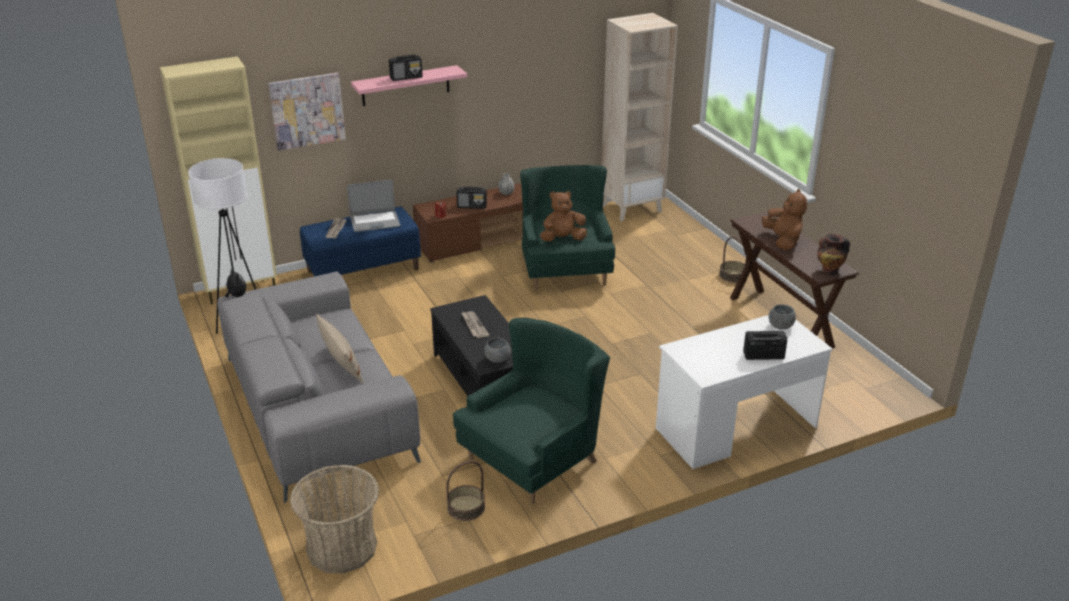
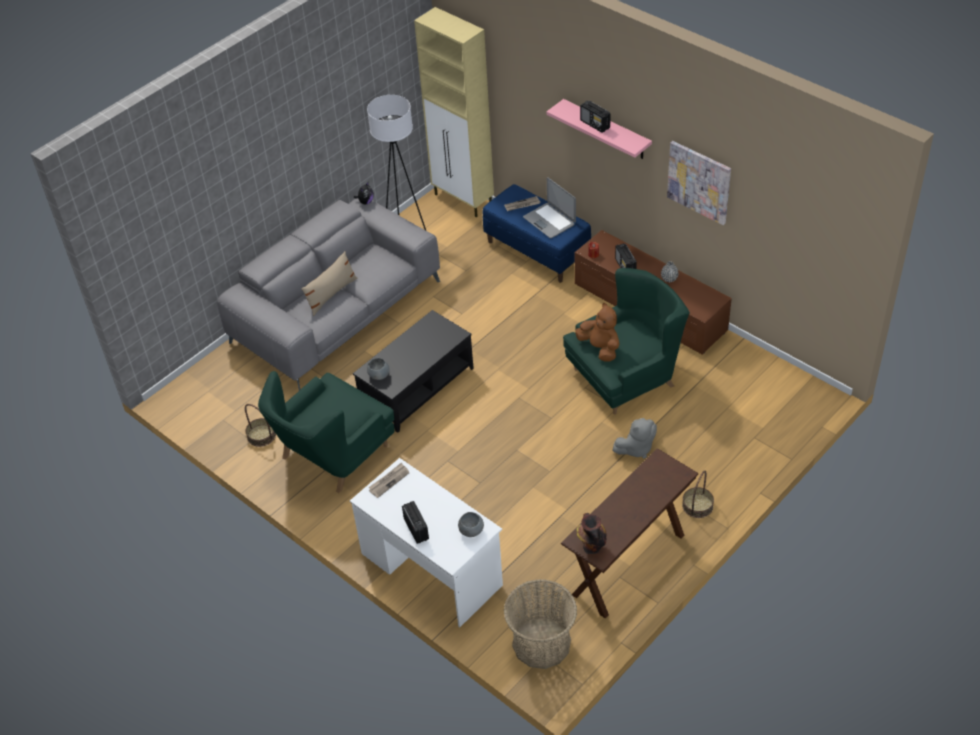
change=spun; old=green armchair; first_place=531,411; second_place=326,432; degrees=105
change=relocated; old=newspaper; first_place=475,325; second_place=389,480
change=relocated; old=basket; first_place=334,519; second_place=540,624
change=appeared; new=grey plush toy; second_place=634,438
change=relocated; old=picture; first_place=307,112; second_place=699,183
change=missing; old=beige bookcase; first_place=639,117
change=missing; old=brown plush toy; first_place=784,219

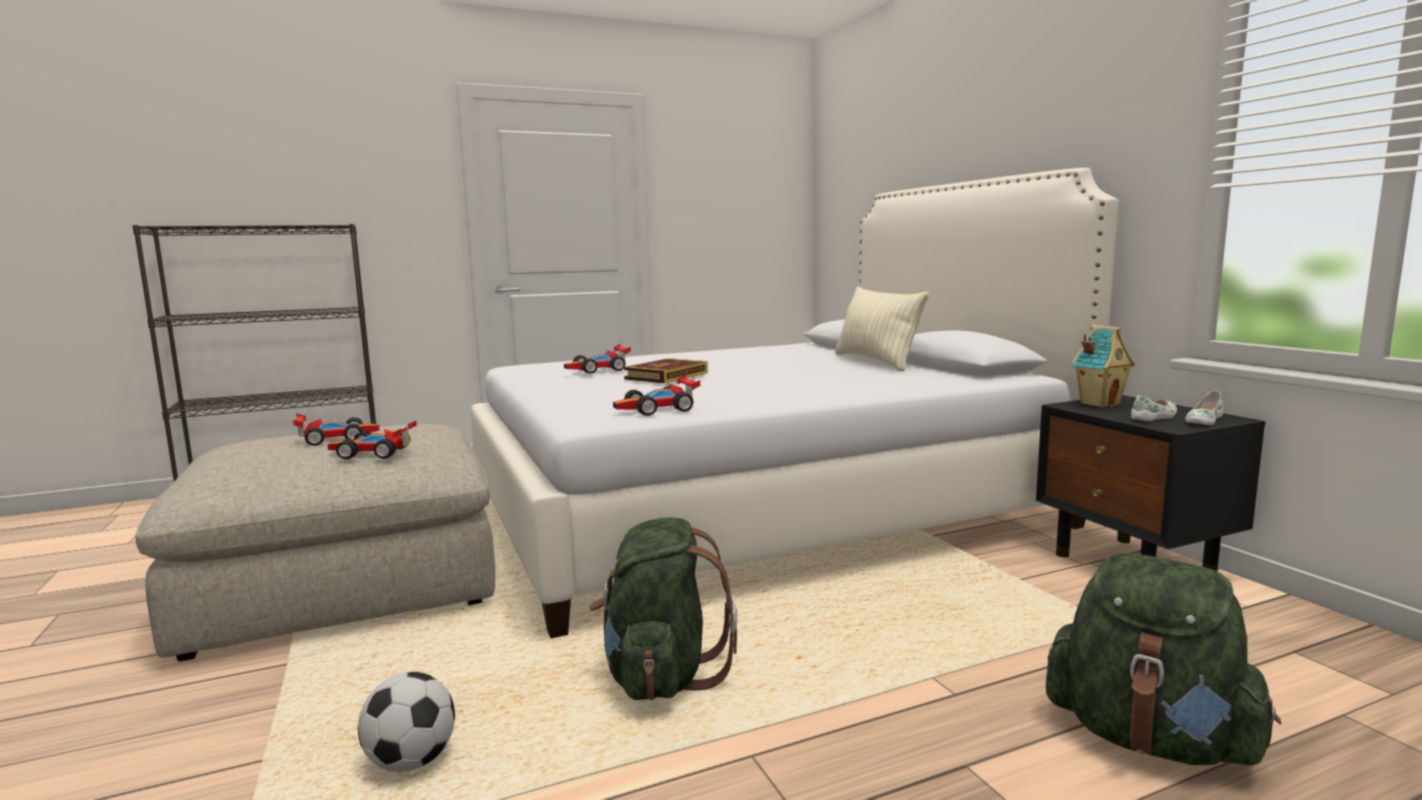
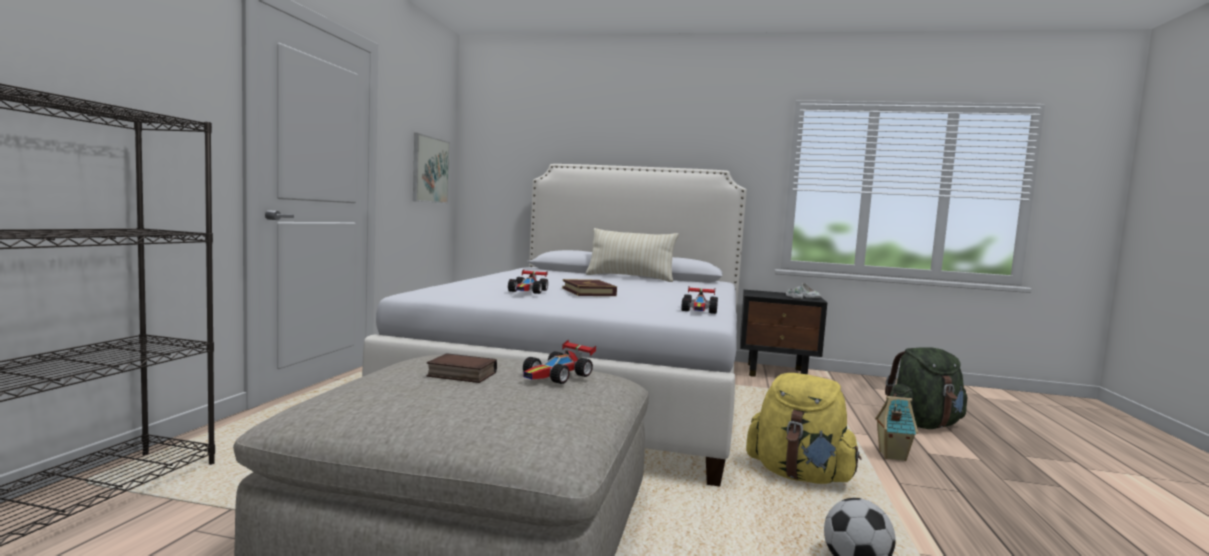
change=appeared; new=picture; second_place=431,168
change=exchanged; old=toy car; new=book; first_place=336,429; second_place=461,368
change=colour; old=green backpack; new=yellow backpack; first_place=663,608; second_place=804,428
change=relocated; old=toy house; first_place=1103,366; second_place=896,428

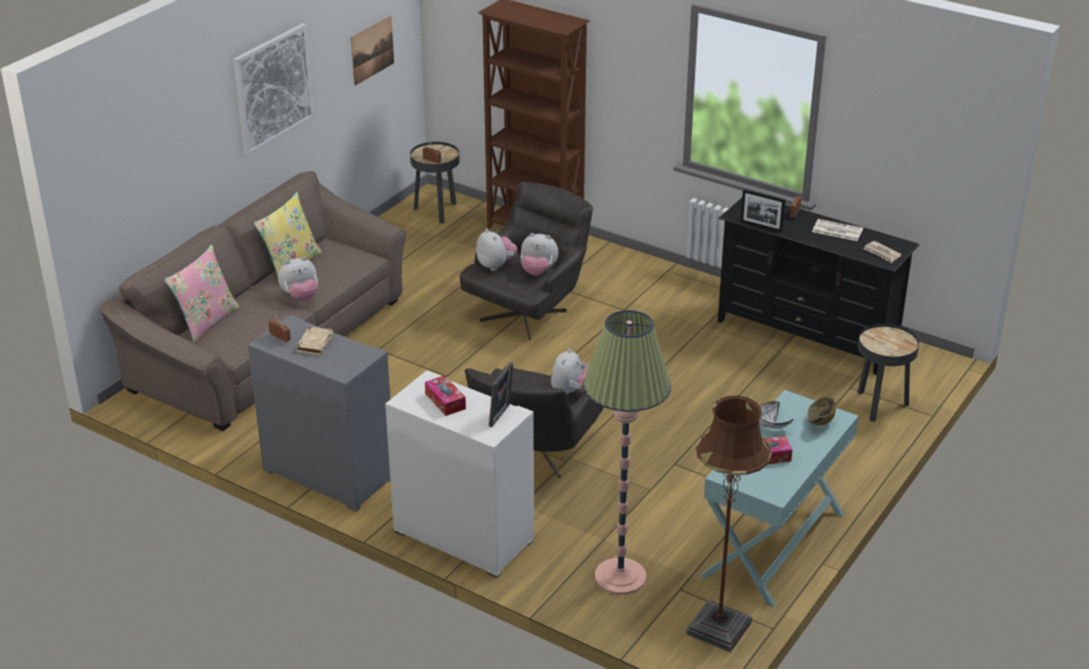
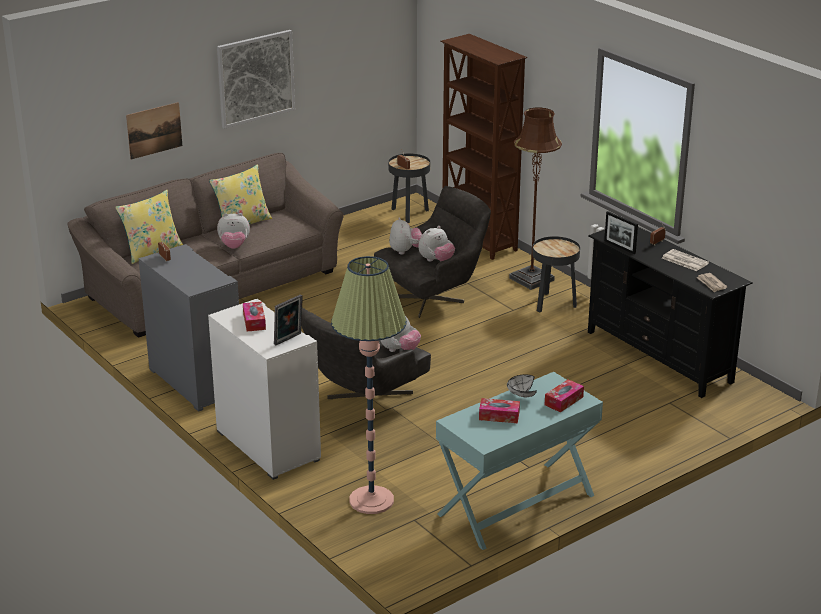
change=colour; old=pink pillow; new=yellow pillow; first_place=202,294; second_place=149,227
change=relocated; old=picture; first_place=372,51; second_place=154,130
change=spun; old=plush toy; first_place=540,254; second_place=436,244; degrees=-75
change=relocated; old=brown floor lamp; first_place=729,524; second_place=535,198
change=relocated; old=black side table; first_place=888,373; second_place=556,274
change=exchanged; old=bowl; new=tissue box; first_place=821,411; second_place=564,396
change=missing; old=beige book; first_place=315,341

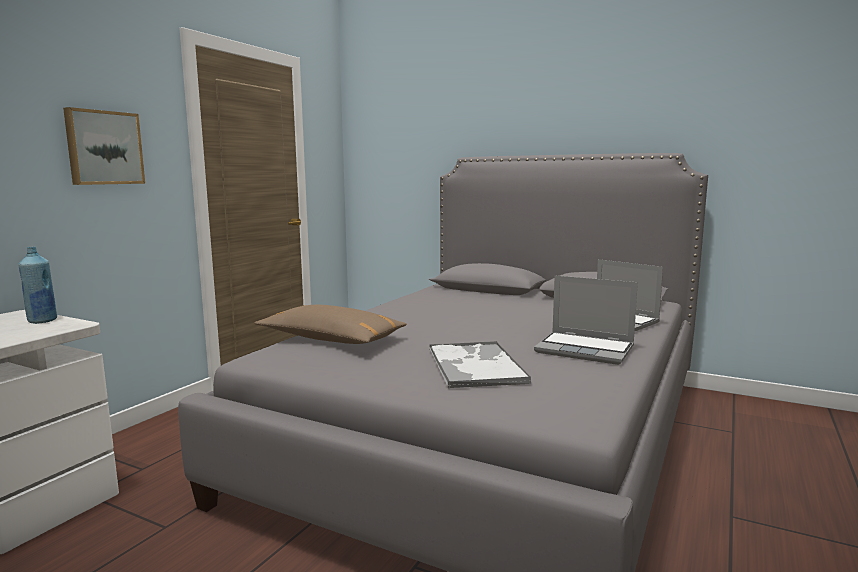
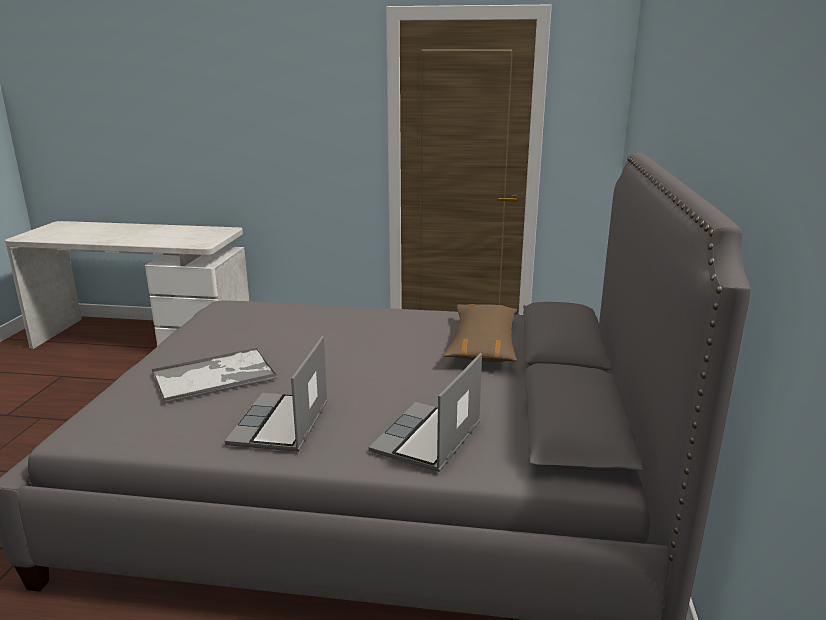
change=relocated; old=brown pillow; first_place=331,324; second_place=480,333
change=missing; old=blue bottle; first_place=37,285
change=missing; old=picture; first_place=104,146

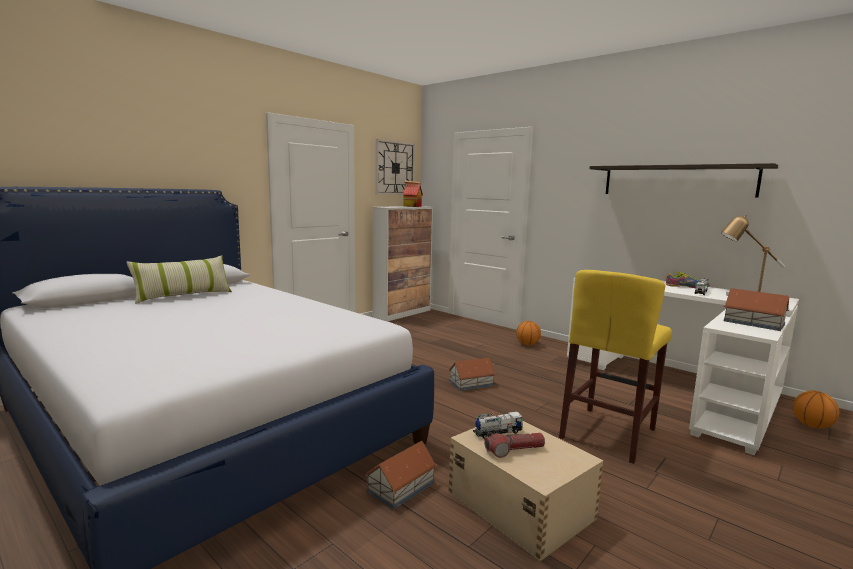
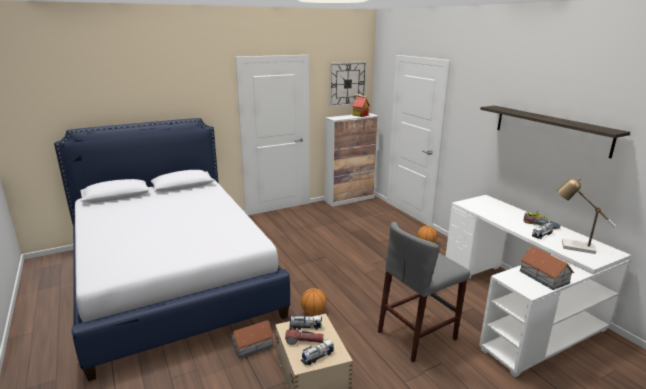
change=relocated; old=basketball; first_place=816,410; second_place=314,301
change=appeared; new=toy truck; second_place=317,352
change=colour; old=yellow stool; new=grey stool; first_place=615,367; second_place=424,292
change=missing; old=pillow; first_place=179,279
change=missing; old=toy house; first_place=472,374

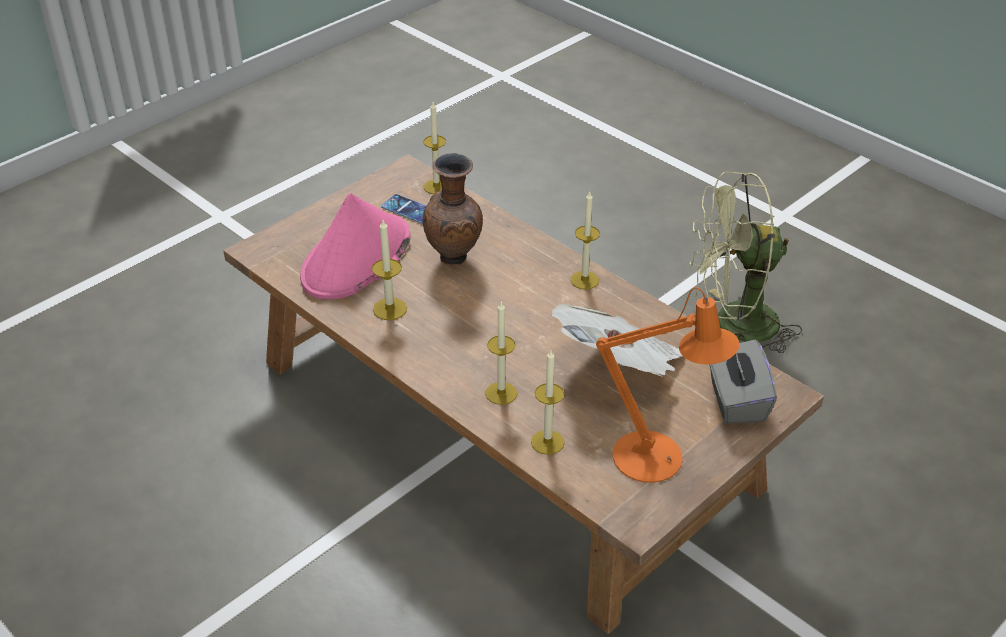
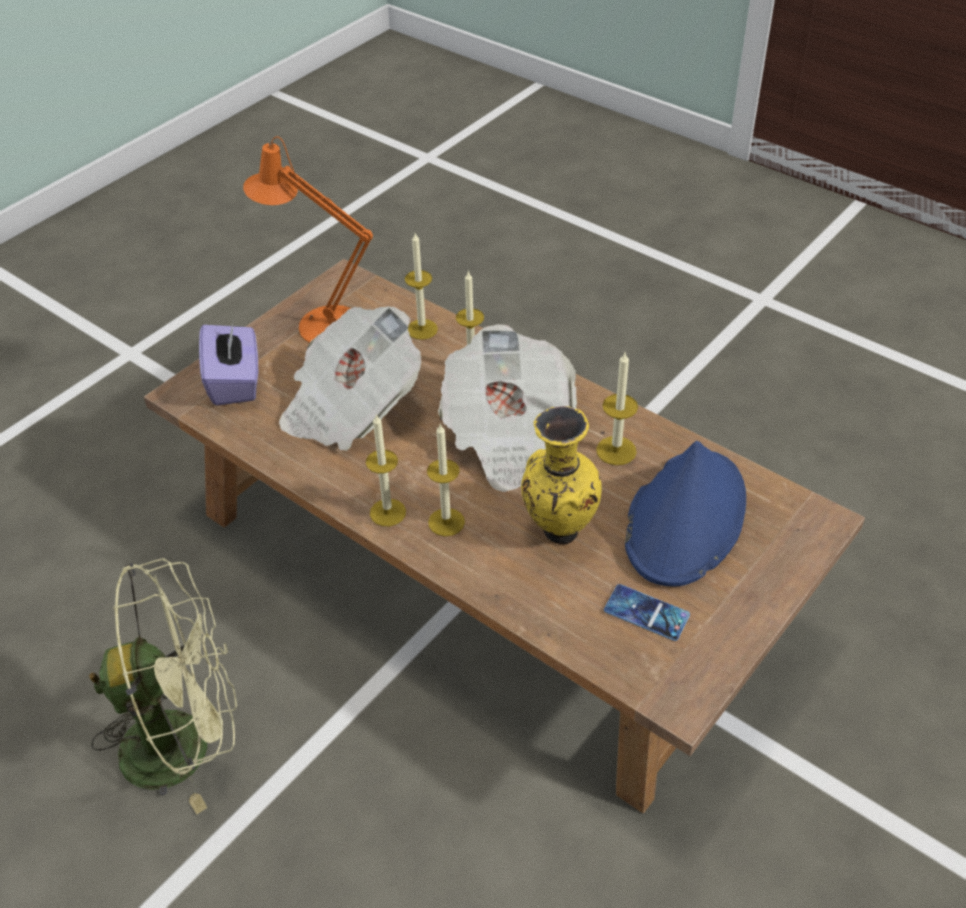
change=colour; old=grey tissue box; new=purple tissue box; first_place=743,382; second_place=228,363
change=relocated; old=candle; first_place=434,148; second_place=446,480
change=appeared; new=newspaper; second_place=507,408
change=colour; old=brown vase; new=yellow vase; first_place=453,209; second_place=561,475
change=colour; old=pink hat; new=blue hat; first_place=355,246; second_place=685,514

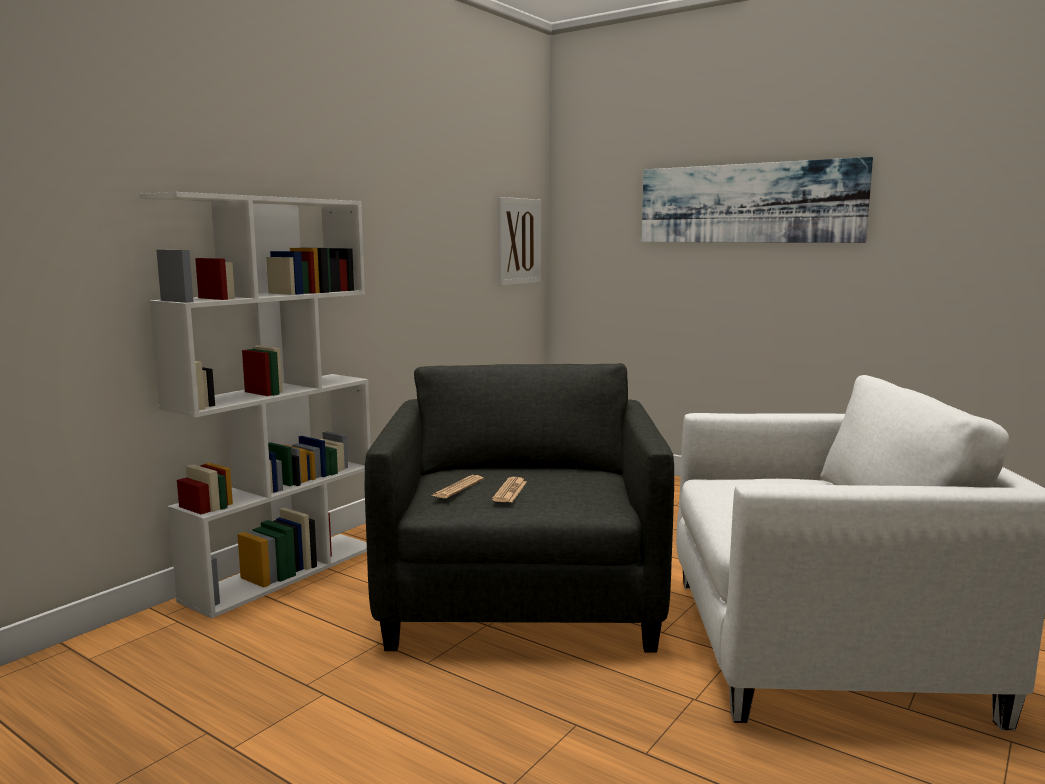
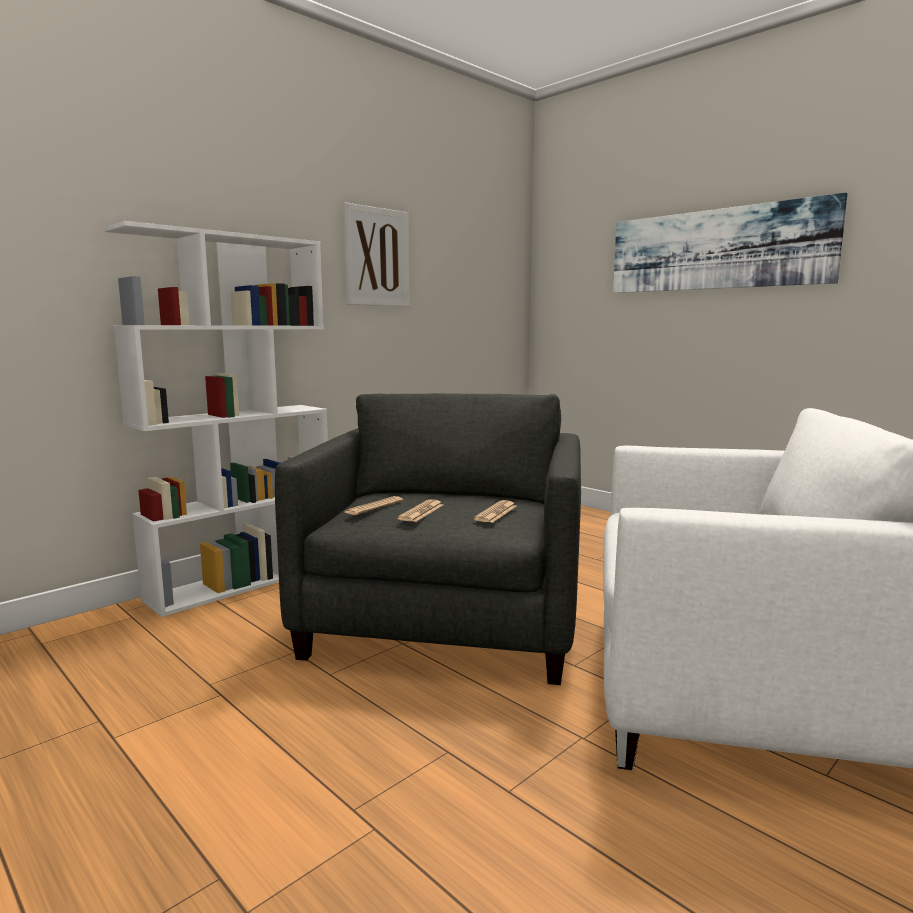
change=relocated; old=picture; first_place=519,241; second_place=376,254
change=appeared; new=newspaper; second_place=494,511

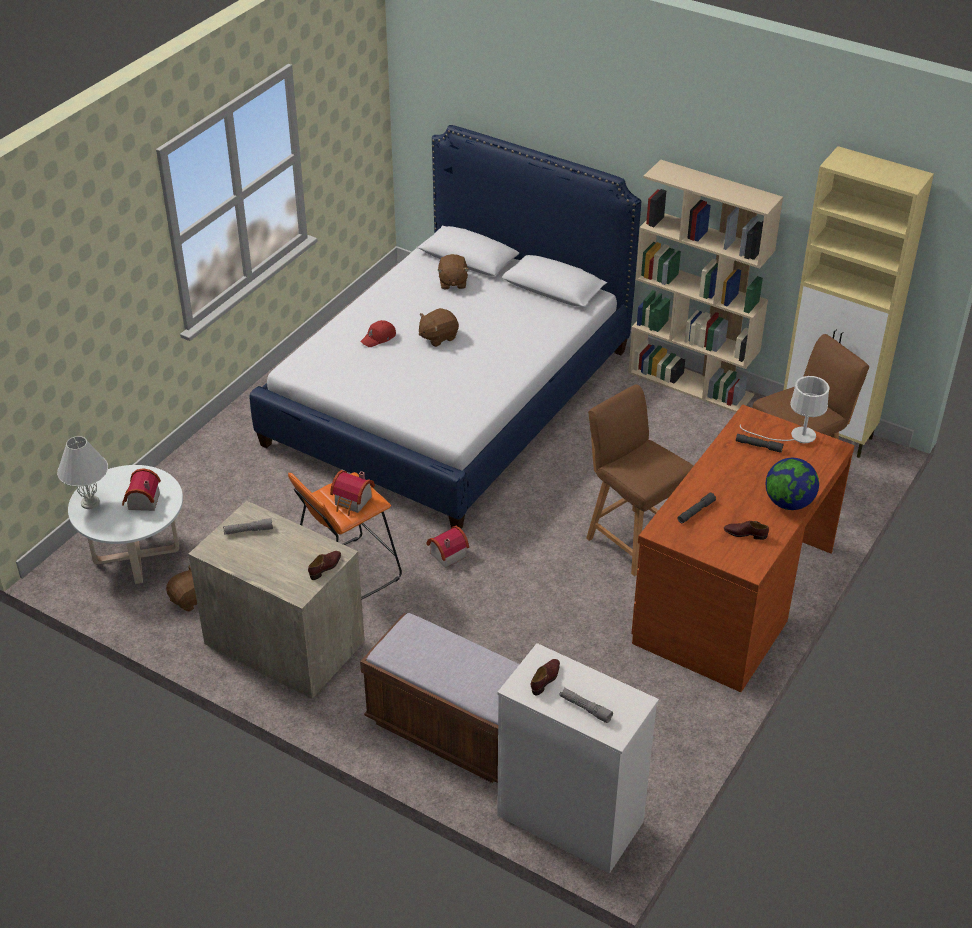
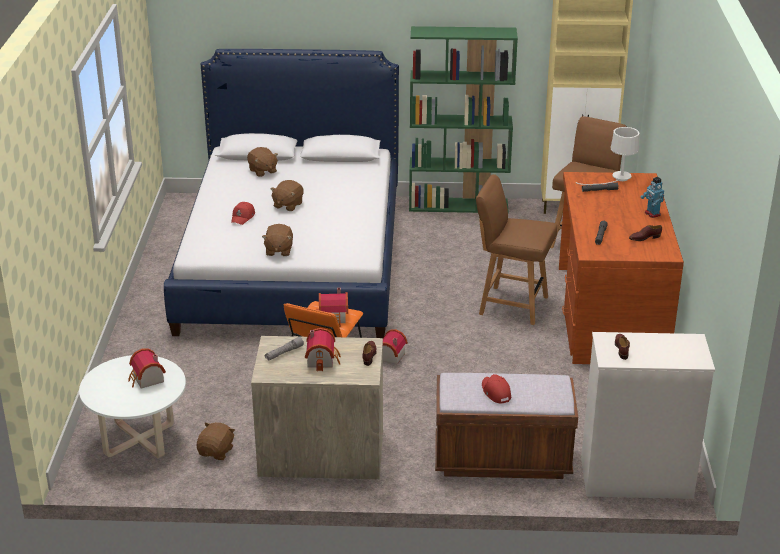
change=appeared; new=brown plush toy; second_place=277,240
change=appeared; new=toy house; second_place=323,349
change=colour; old=beige bookcase; new=green bookcase; first_place=705,286; second_place=463,119
change=appeared; new=red cap; second_place=496,388
change=exchanged; old=globe; new=toy robot; first_place=792,484; second_place=652,197
change=missing; old=white table lamp; first_place=82,472
change=missing; old=grey flashlight; first_place=586,705

